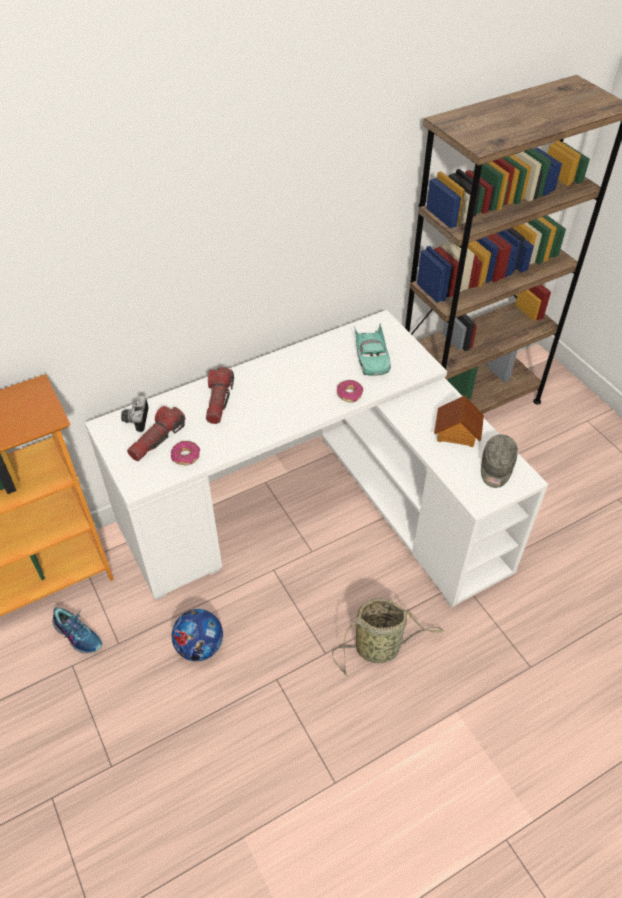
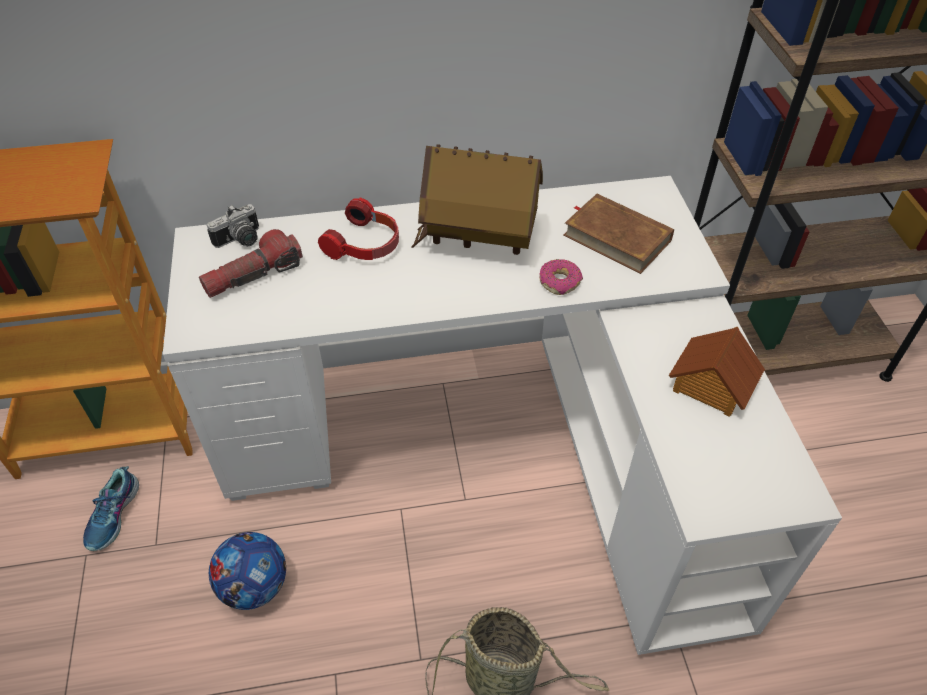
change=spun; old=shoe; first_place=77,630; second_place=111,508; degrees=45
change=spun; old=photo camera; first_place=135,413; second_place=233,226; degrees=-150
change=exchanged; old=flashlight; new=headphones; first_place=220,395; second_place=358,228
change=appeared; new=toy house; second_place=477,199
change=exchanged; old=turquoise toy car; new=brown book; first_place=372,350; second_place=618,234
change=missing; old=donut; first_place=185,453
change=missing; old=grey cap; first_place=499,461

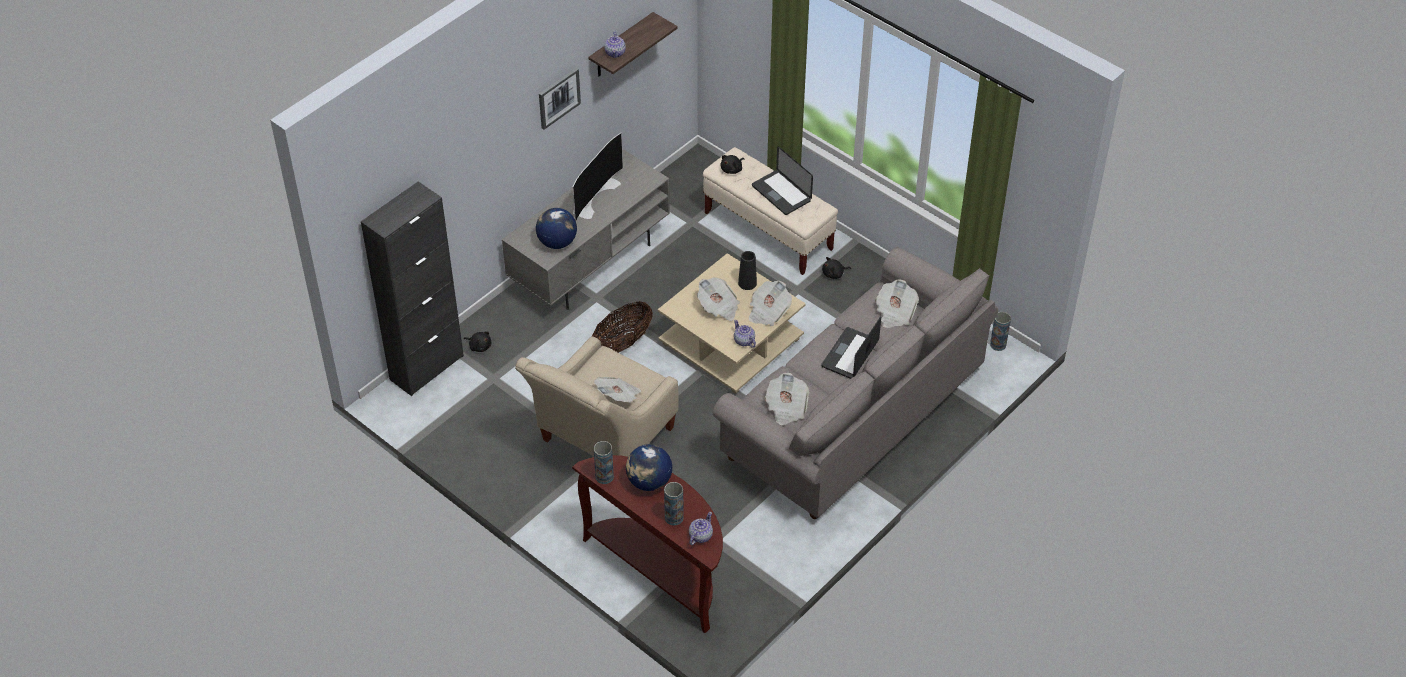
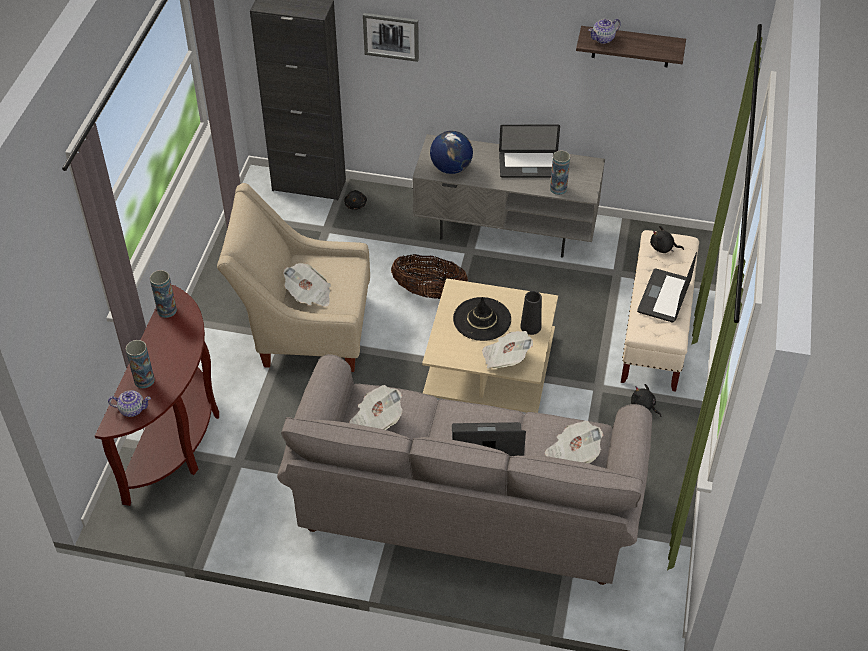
change=relocated; old=picture; first_place=560,99; second_place=391,37
change=exchanged; old=newspaper; new=black hat; first_place=718,299; second_place=482,319
change=exchanged; old=television; new=laptop; first_place=597,177; second_place=529,151
change=relocated; old=vase; first_place=1000,331; second_place=560,173
change=missing; old=globe; first_place=649,467
change=missing; old=teapot; first_place=745,334

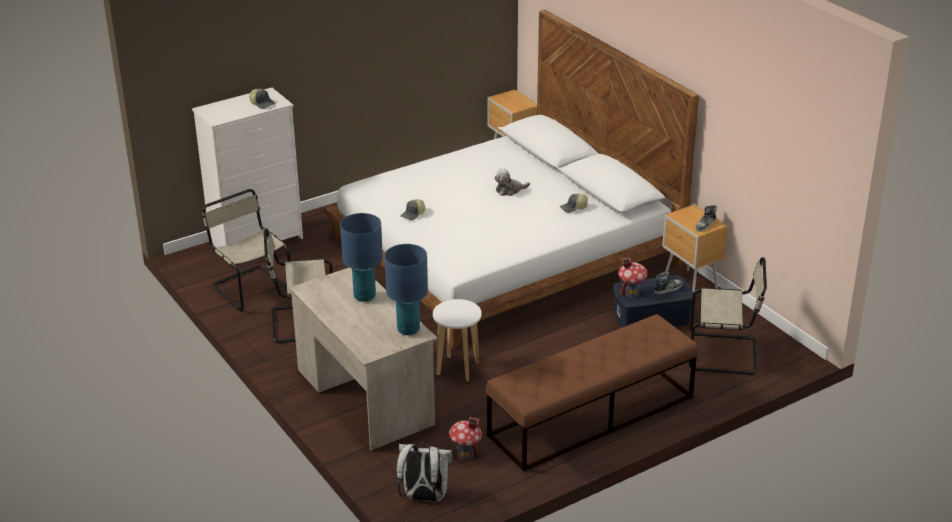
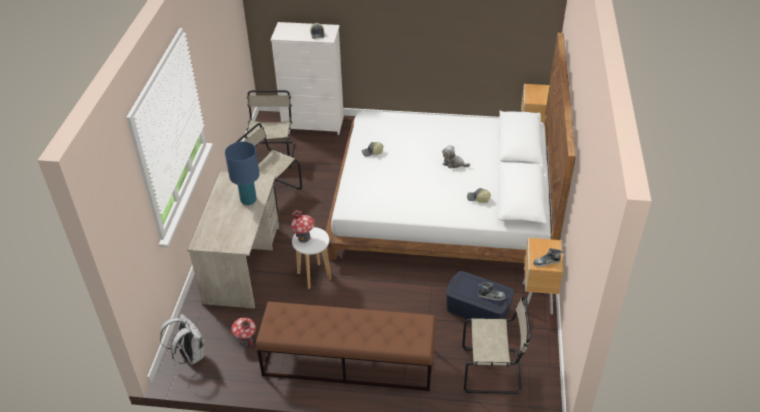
change=relocated; old=toy house; first_place=633,277; second_place=303,226
change=spun; old=beige chair; first_place=728,316; second_place=496,345; degrees=-45
change=missing; old=blue table lamp; first_place=406,289

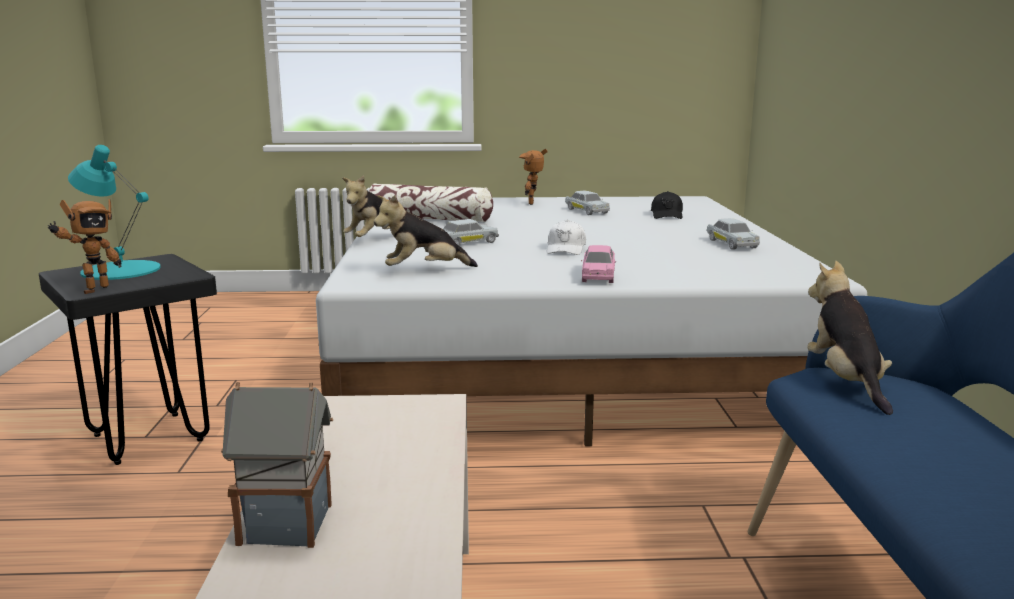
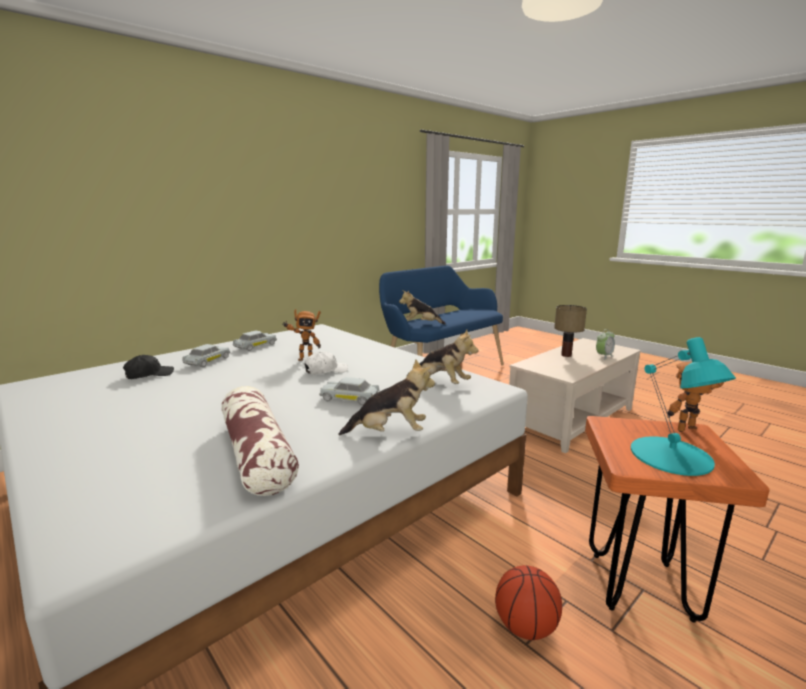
change=relocated; old=white toy car; first_place=587,203; second_place=206,355
change=relocated; old=toy robot; first_place=533,177; second_place=302,335
change=spun; old=plush toy; first_place=850,338; second_place=422,307; degrees=45
change=appeared; new=basketball; second_place=528,602
change=appeared; new=table lamp; second_place=570,331
change=colour; old=black stool; new=orange stool; first_place=128,359; second_place=677,519
change=exchanged; old=toy house; new=alarm clock; first_place=277,465; second_place=605,344
change=missing; old=pink toy car; first_place=598,264

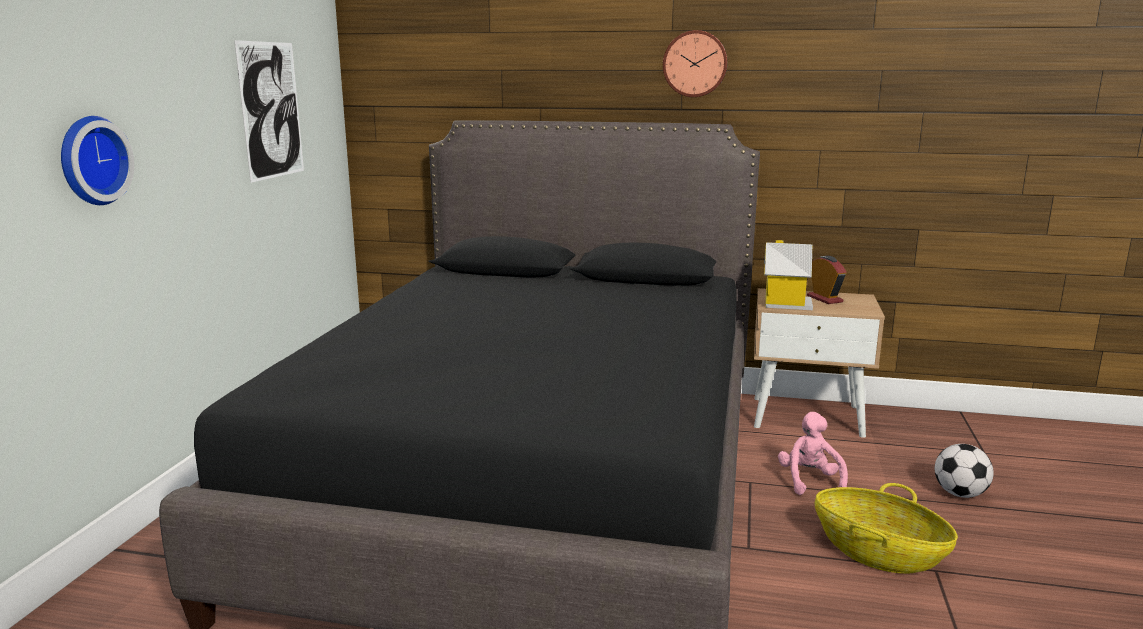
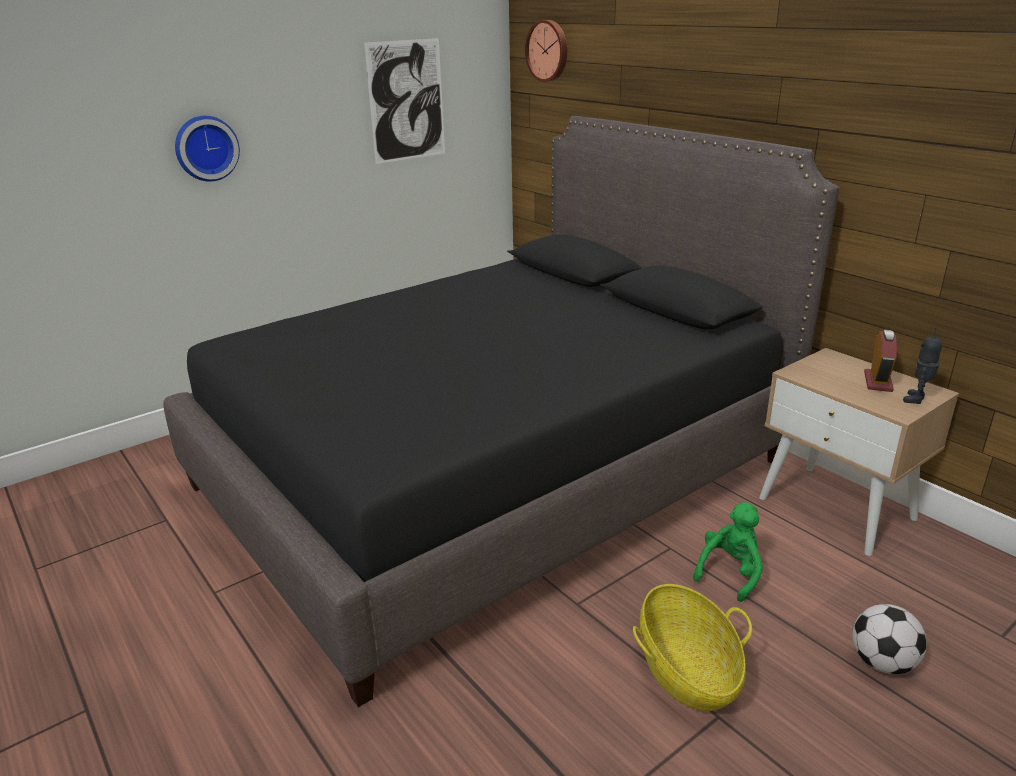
change=relocated; old=wall clock; first_place=695,63; second_place=546,51
change=colour; old=pink plush toy; new=green plush toy; first_place=813,453; second_place=728,552
change=appeared; new=toy robot; second_place=922,365
change=missing; old=toy house; first_place=788,275

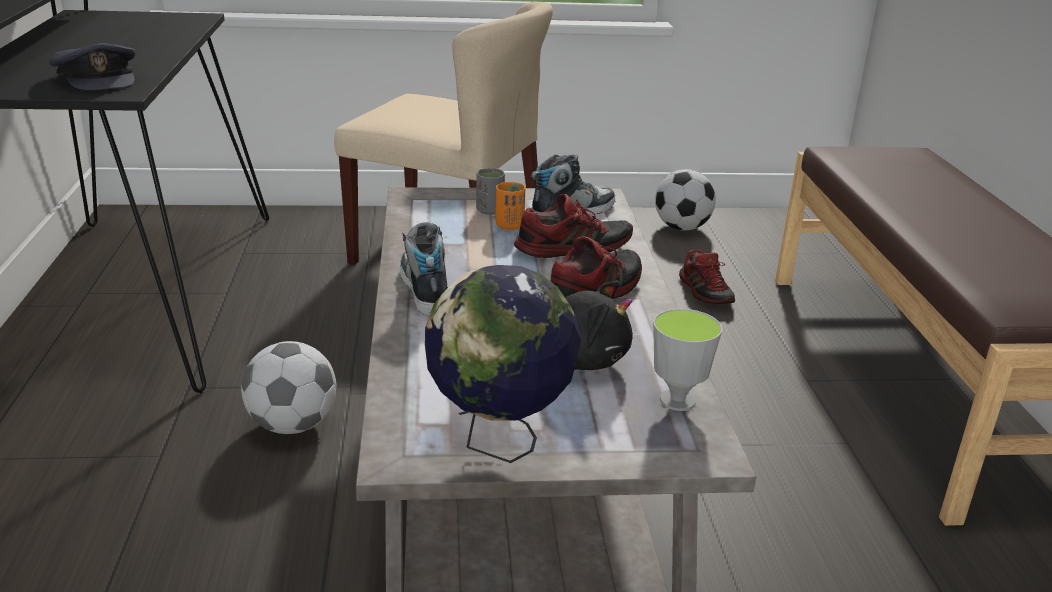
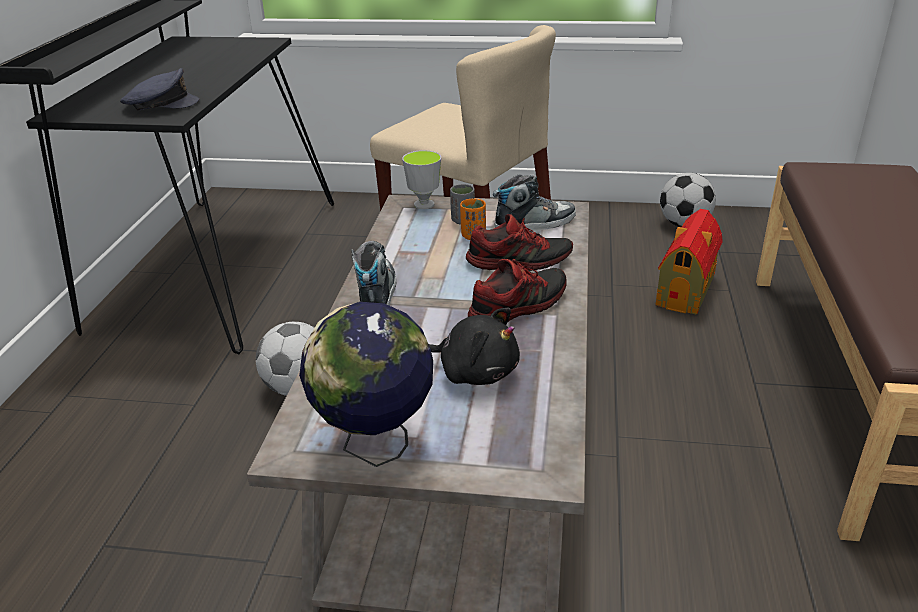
change=spun; old=grey cap; first_place=92,66; second_place=160,89; degrees=-75
change=relocated; old=cup; first_place=688,360; second_place=421,179
change=exchanged; old=shoe; new=toy house; first_place=707,276; second_place=689,261

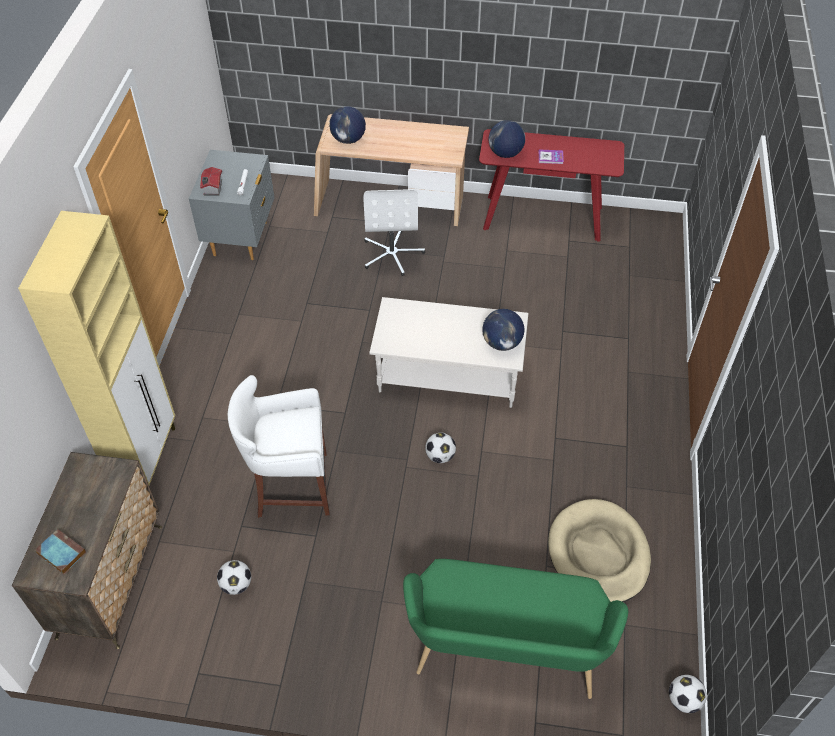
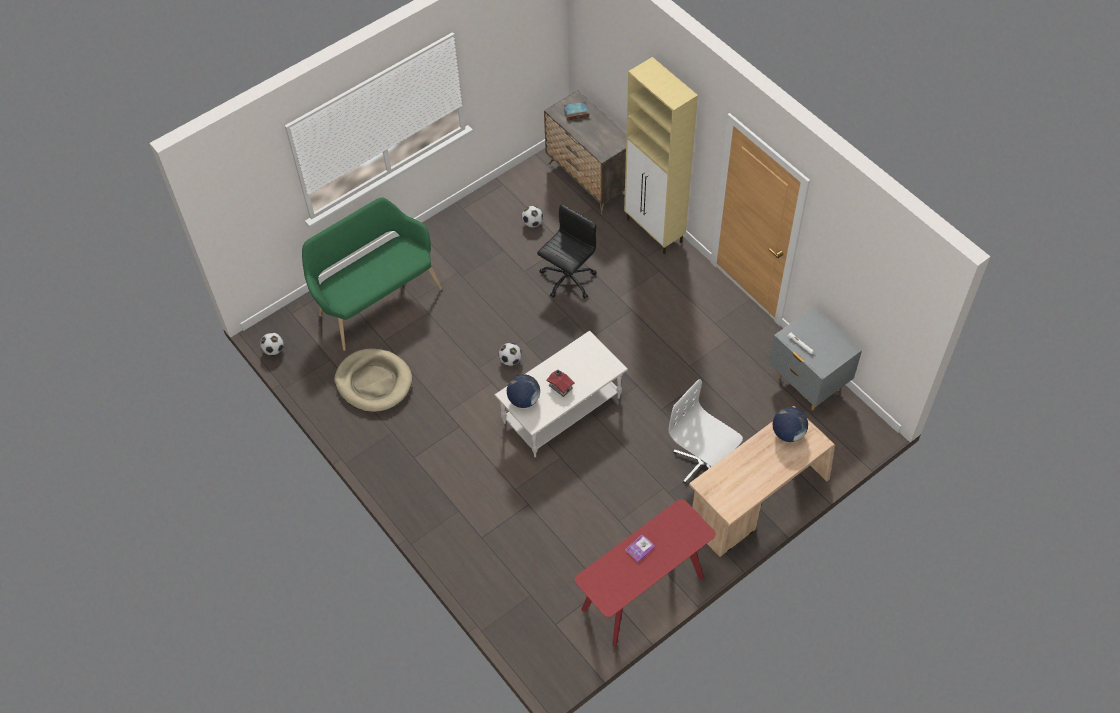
change=exchanged; old=white stool; new=black office chair; first_place=279,446; second_place=567,251
change=relocated; old=toy house; first_place=211,181; second_place=561,383
change=missing; old=globe; first_place=507,139

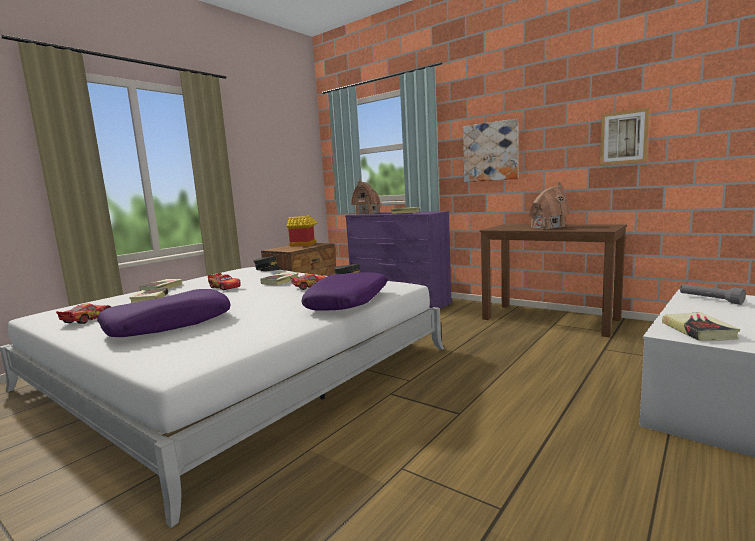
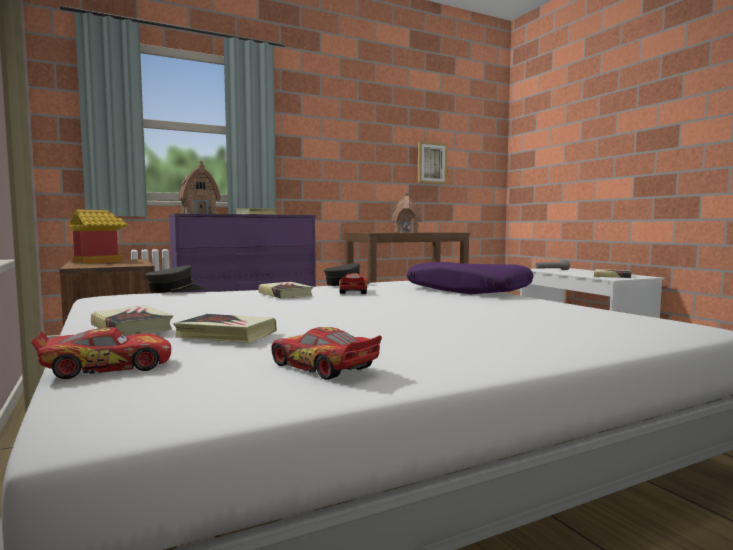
change=relocated; old=toy car; first_place=224,281; second_place=101,353
change=missing; old=purple pillow; first_place=164,313
change=missing; old=picture; first_place=491,150

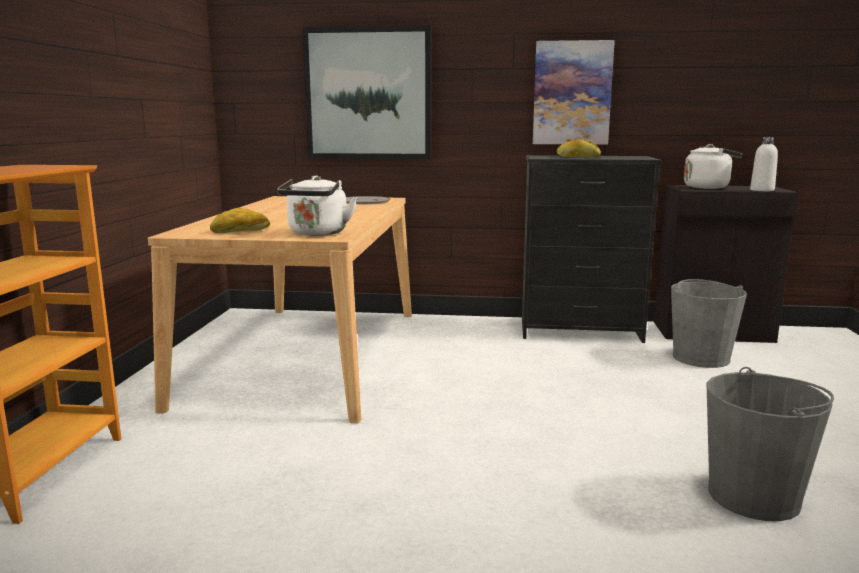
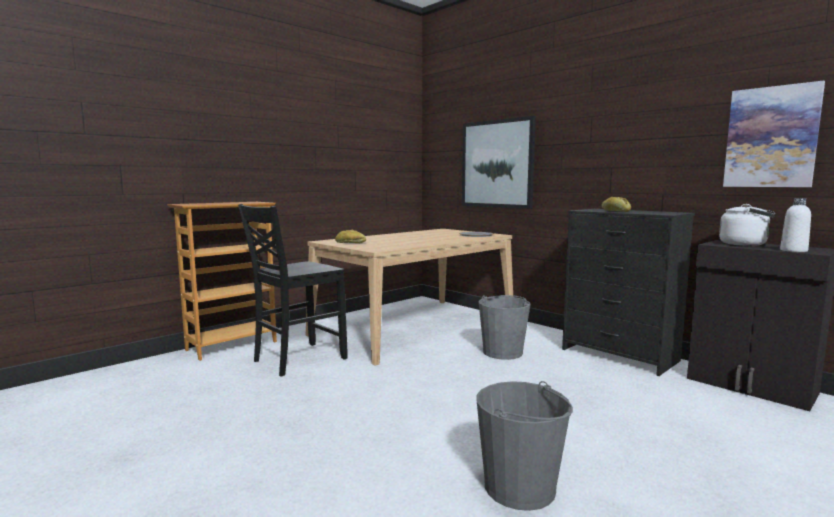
change=appeared; new=black chair; second_place=293,290
change=relocated; old=grey bucket; first_place=709,323; second_place=504,327
change=relocated; old=picture; first_place=574,92; second_place=774,134
change=missing; old=white kettle; first_place=317,206

